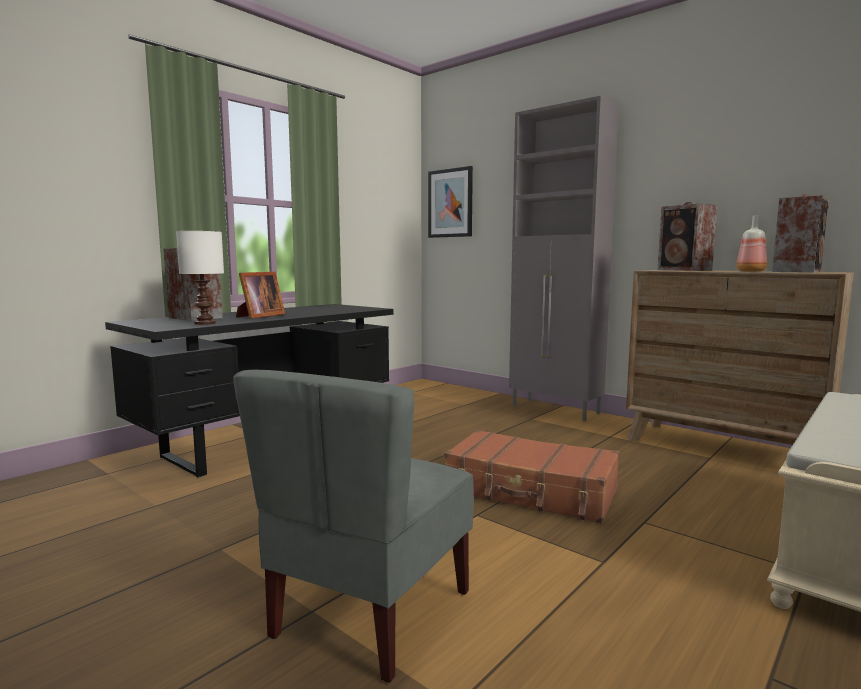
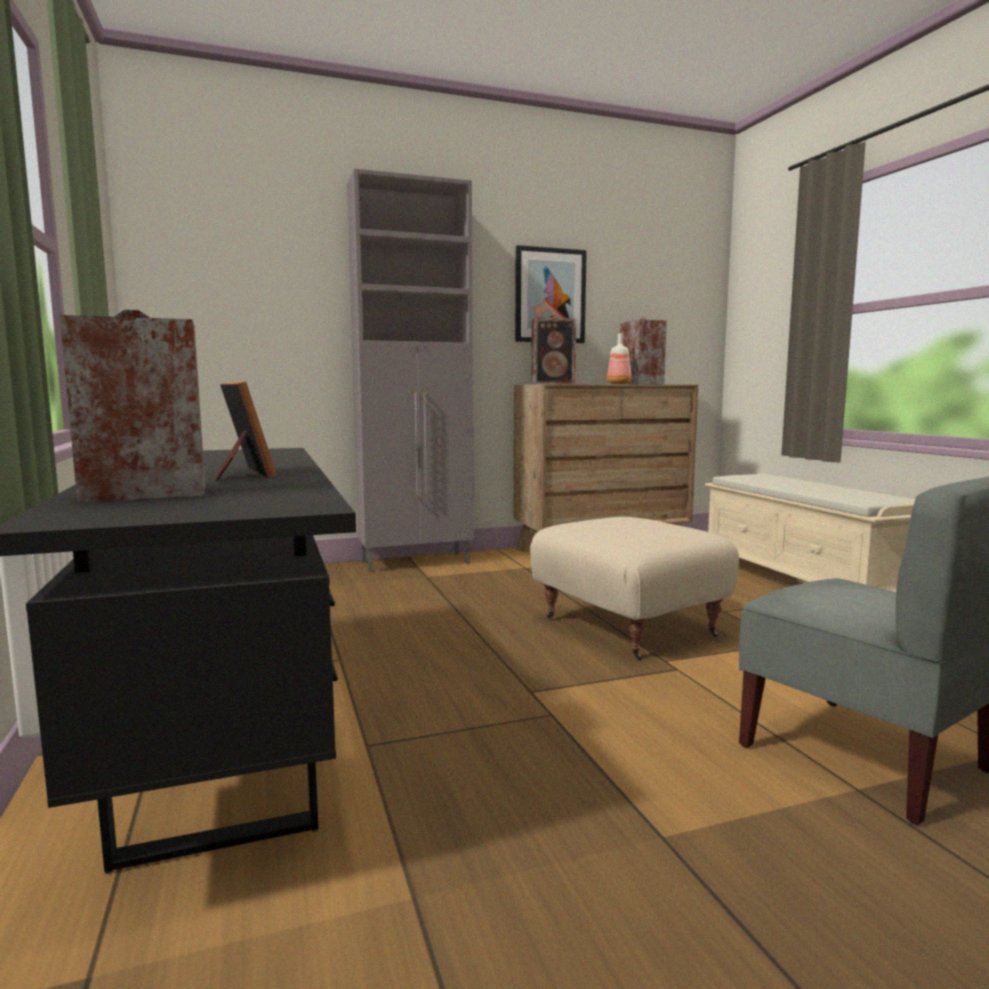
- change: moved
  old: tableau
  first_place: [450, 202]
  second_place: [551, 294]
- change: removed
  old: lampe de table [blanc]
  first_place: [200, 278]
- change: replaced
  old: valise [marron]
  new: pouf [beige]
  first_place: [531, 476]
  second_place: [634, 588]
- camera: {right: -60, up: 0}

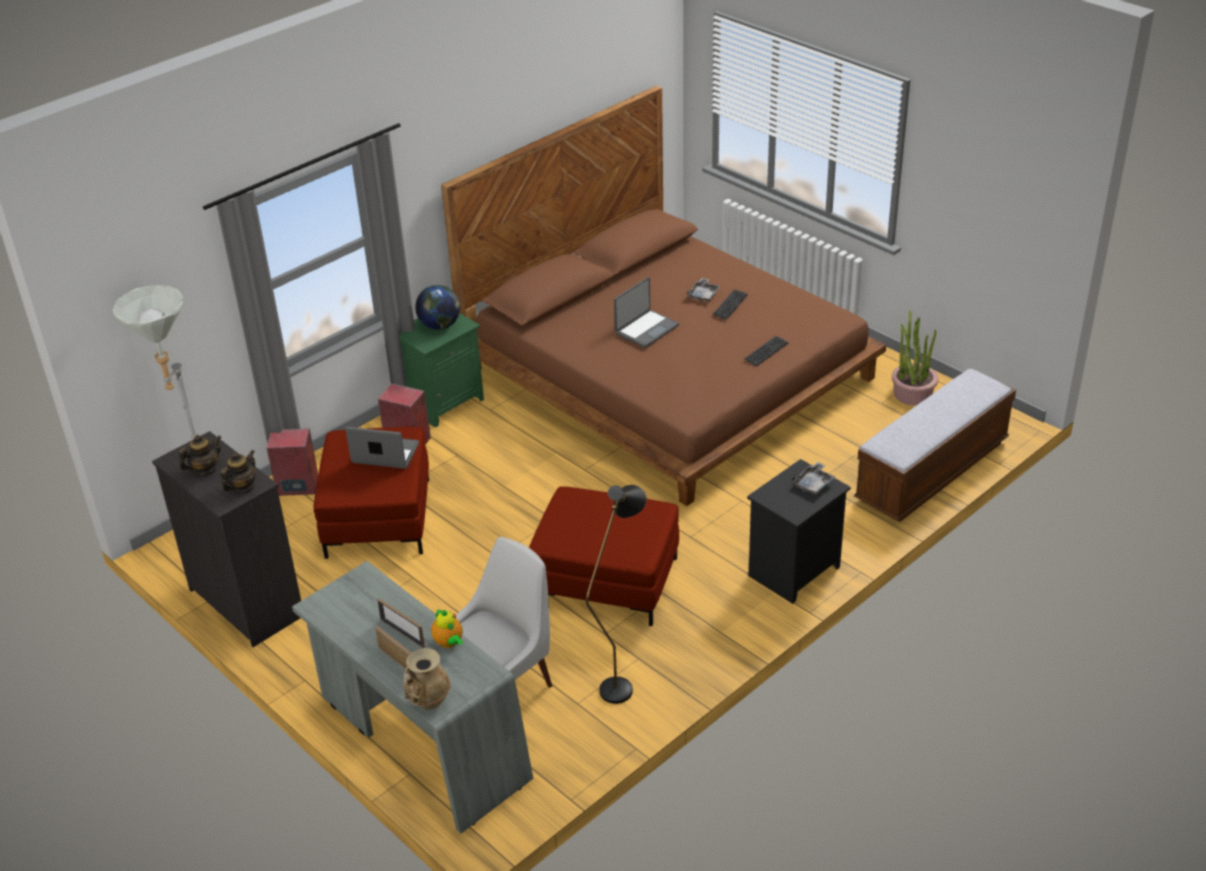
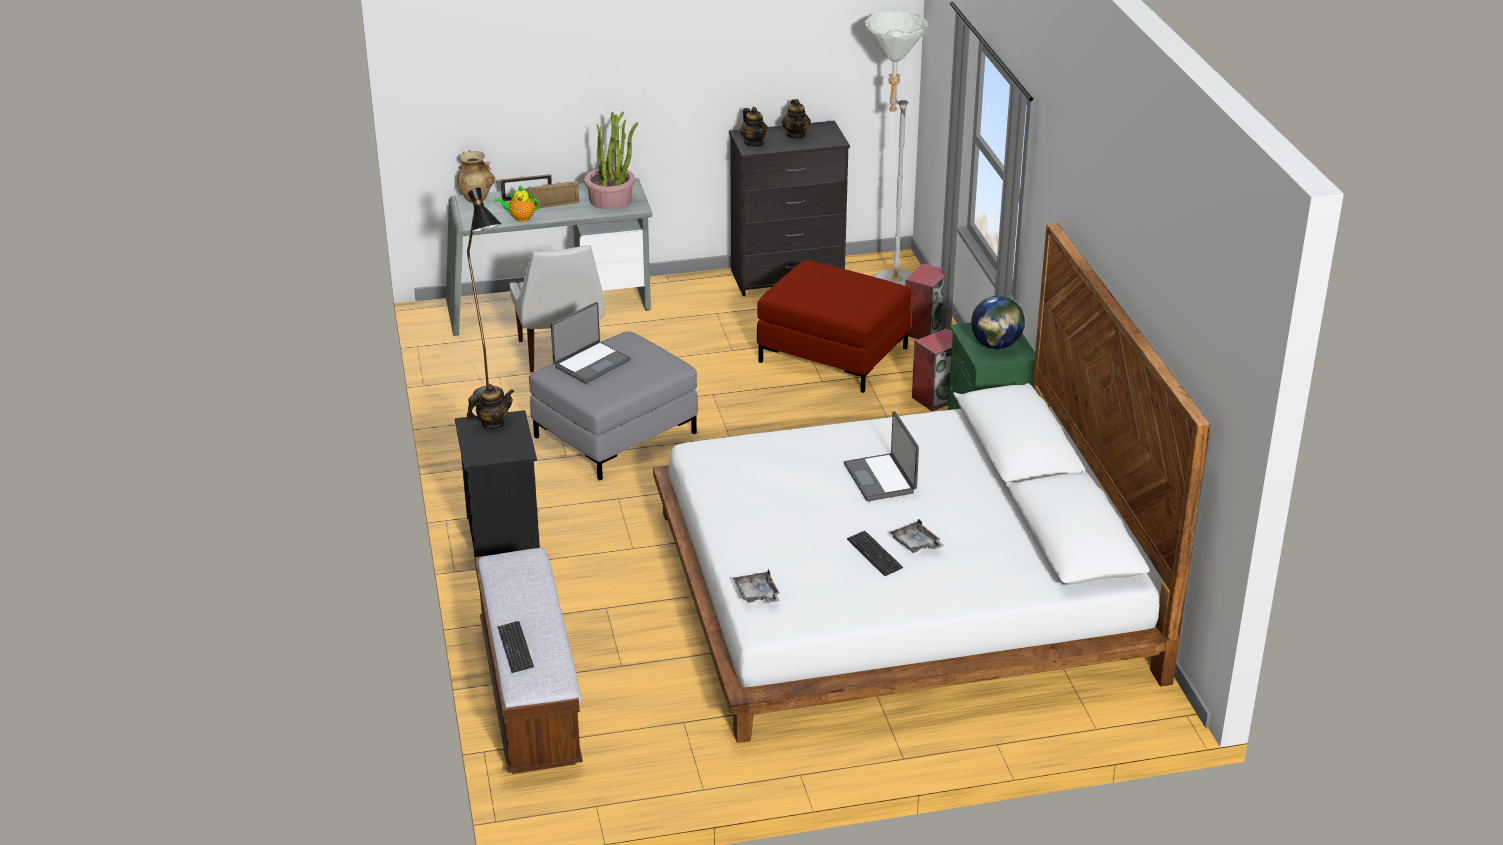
- change: recoloured
  old: lit [marron]
  new: lit [blanc]
  first_place: [663, 296]
  second_place: [931, 483]
- change: moved
  old: plante en pot
  first_place: [915, 357]
  second_place: [611, 160]
- change: moved
  old: clavier
  first_place: [766, 351]
  second_place: [516, 647]
- change: moved
  old: ordinateur portable
  first_place: [382, 448]
  second_place: [591, 343]
- change: moved
  old: plateau [gris]
  first_place: [813, 478]
  second_place: [756, 586]
- change: recoloured
  old: pouf [rouge]
  new: pouf [gris]
  first_place: [604, 556]
  second_place: [613, 405]
- change: added
  new: théière
  second_place: [490, 406]
- camera: {right: 120, up: -5}

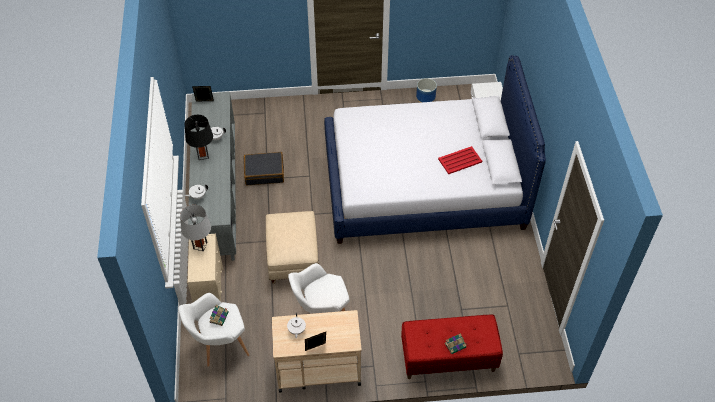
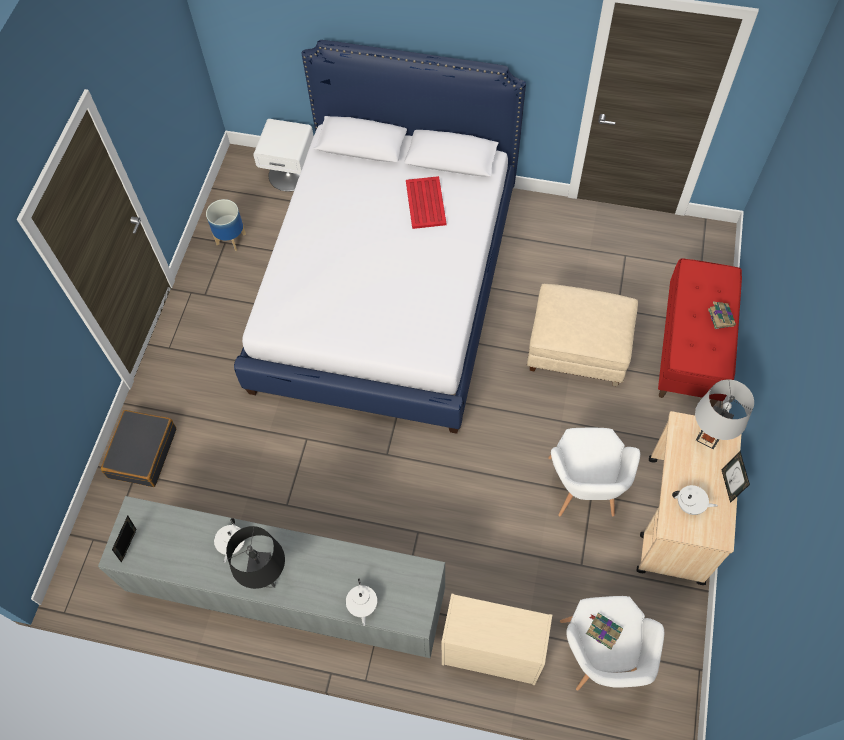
- change: moved
  old: valise [noir]
  first_place: [264, 168]
  second_place: [138, 448]
- change: moved
  old: lampe de table [gris]
  first_place: [195, 228]
  second_place: [724, 415]
- change: moved
  old: pouf [beige]
  first_place: [292, 247]
  second_place: [582, 335]
- camera: {right: -70, up: 10}

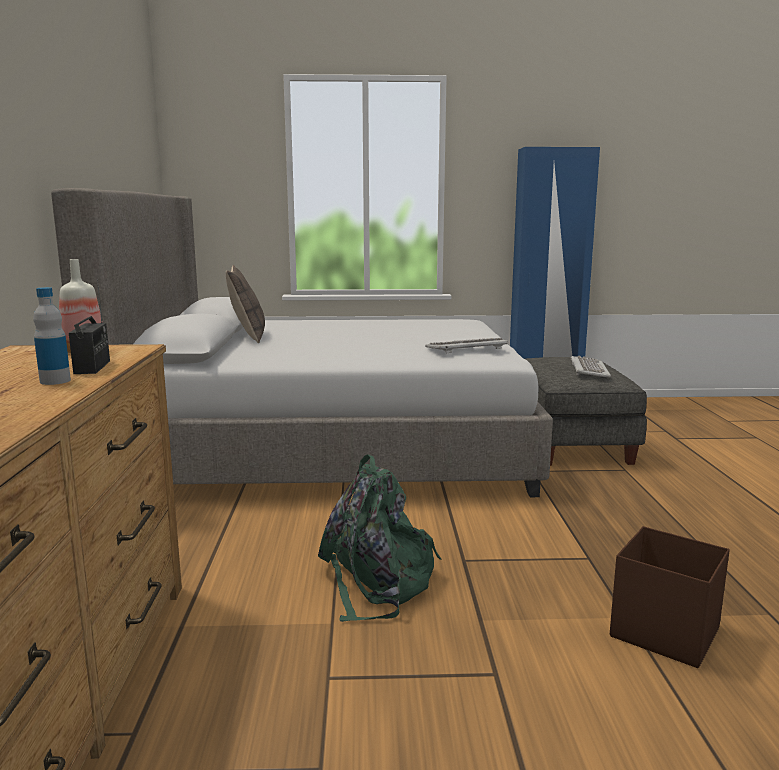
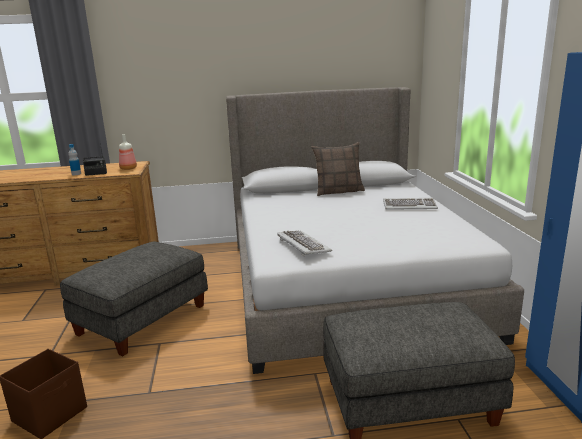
- change: moved
  old: clavier
  first_place: [591, 366]
  second_place: [410, 204]
- change: replaced
  old: sac à dos [vert]
  new: pouf [gris]
  first_place: [379, 538]
  second_place: [134, 299]
- camera: {right: 85, up: 5}

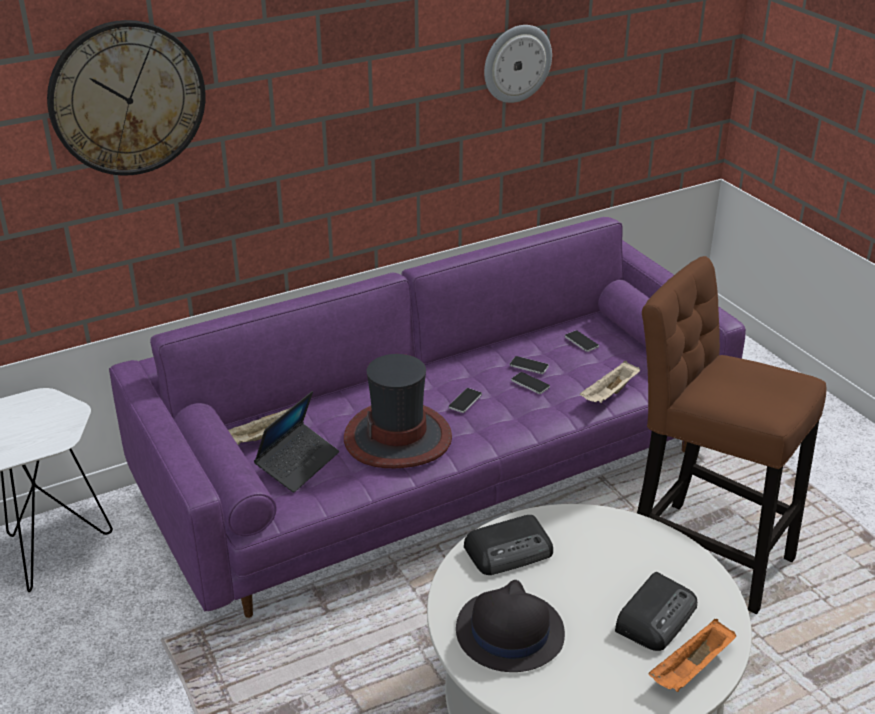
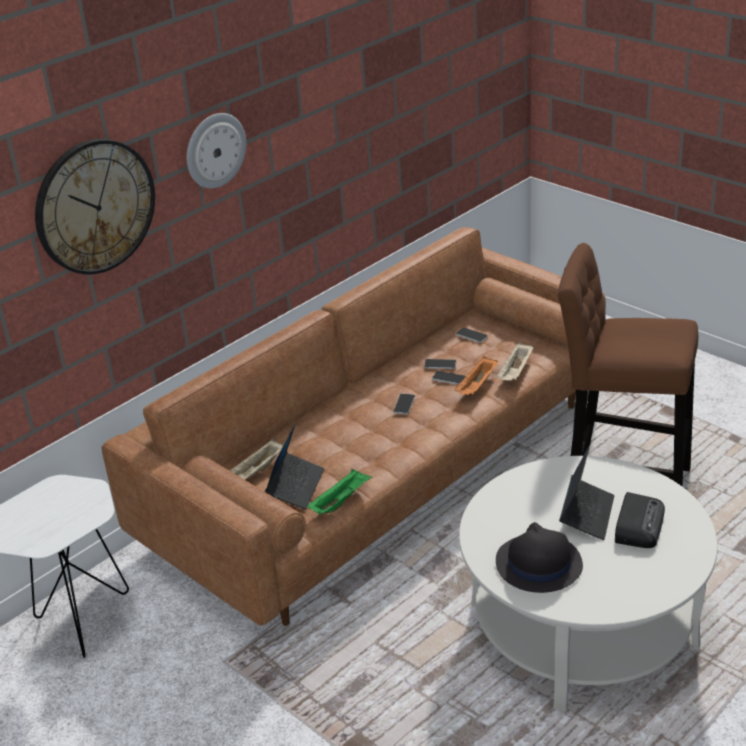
- change: moved
  old: horloge murale
  first_place: [518, 64]
  second_place: [216, 151]
- change: recoloured
  old: canapé [violet]
  new: canapé [marron]
  first_place: [427, 417]
  second_place: [353, 426]
- change: removed
  old: chapeau
  first_place: [398, 411]
- change: removed
  old: radio
  first_place: [508, 545]
- change: moved
  old: plateau [orange]
  first_place: [692, 655]
  second_place: [476, 375]
- change: added
  new: ordinateur portable
  second_place: [586, 492]
- change: added
  new: plateau [vert]
  second_place: [340, 492]
- camera: {right: -15, up: 0}

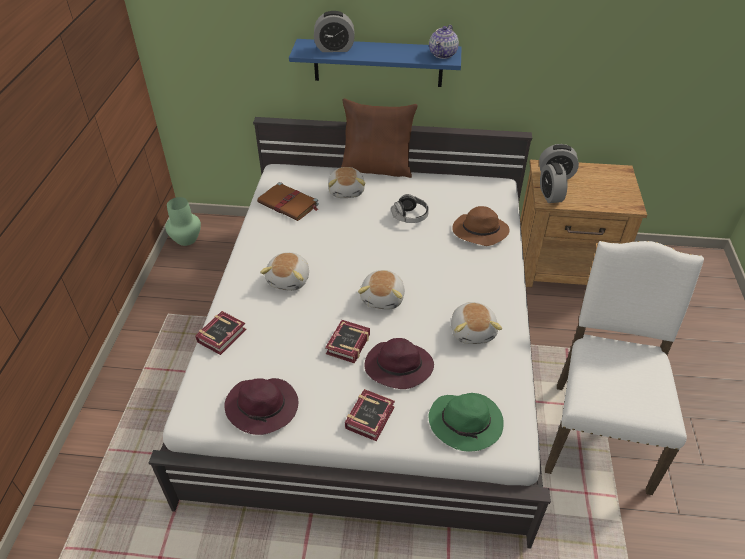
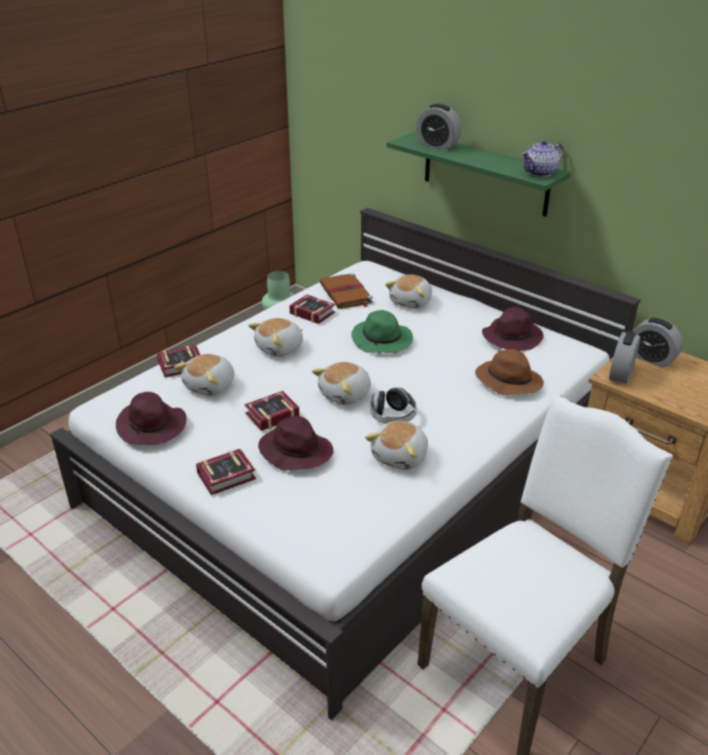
- change: recoloured
  old: étagère [bleu]
  new: étagère [vert]
  first_place: [375, 63]
  second_place: [479, 174]
- change: removed
  old: coussin [marron]
  first_place: [379, 138]
- change: moved
  old: casque audio
  first_place: [410, 208]
  second_place: [393, 405]
- change: moved
  old: chapeau [vert]
  first_place: [466, 422]
  second_place: [382, 331]
- change: added
  new: livre
  second_place: [312, 309]
- change: added
  new: chapeau [violet]
  second_place: [513, 328]
- change: added
  new: peluche
  second_place: [204, 375]
- camera: {right: 35, up: -10}

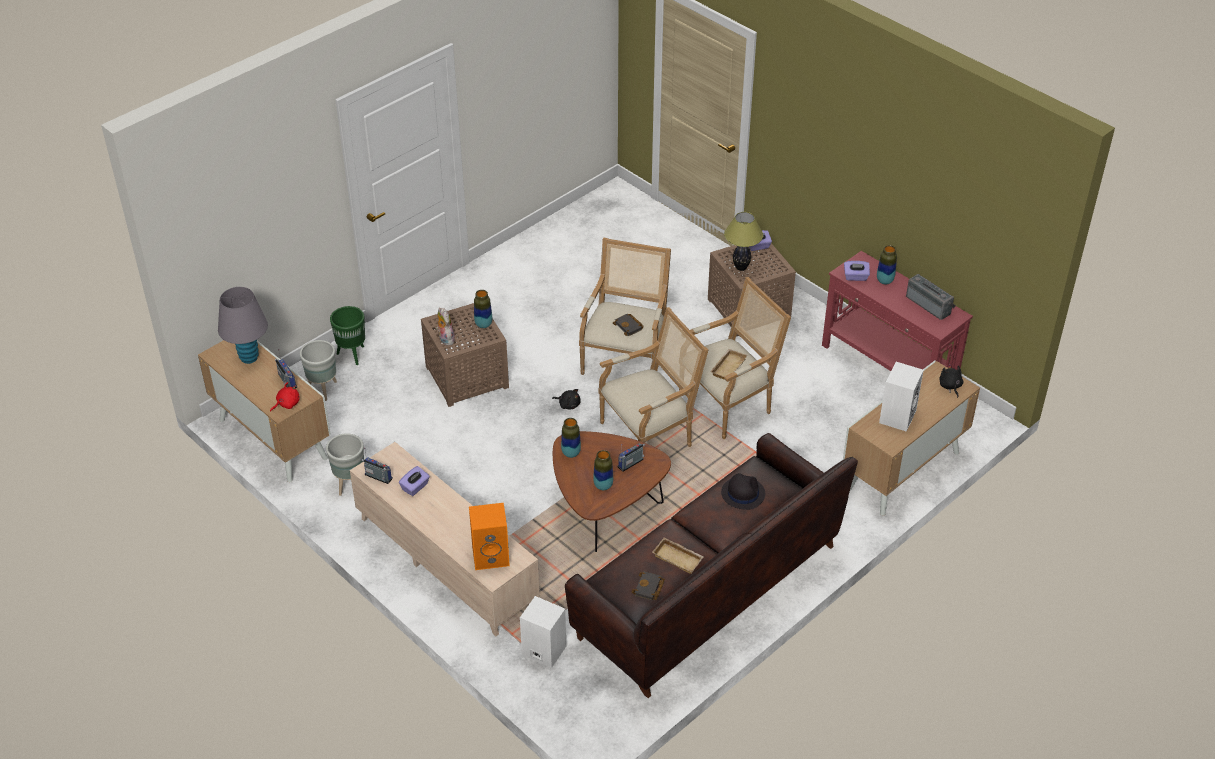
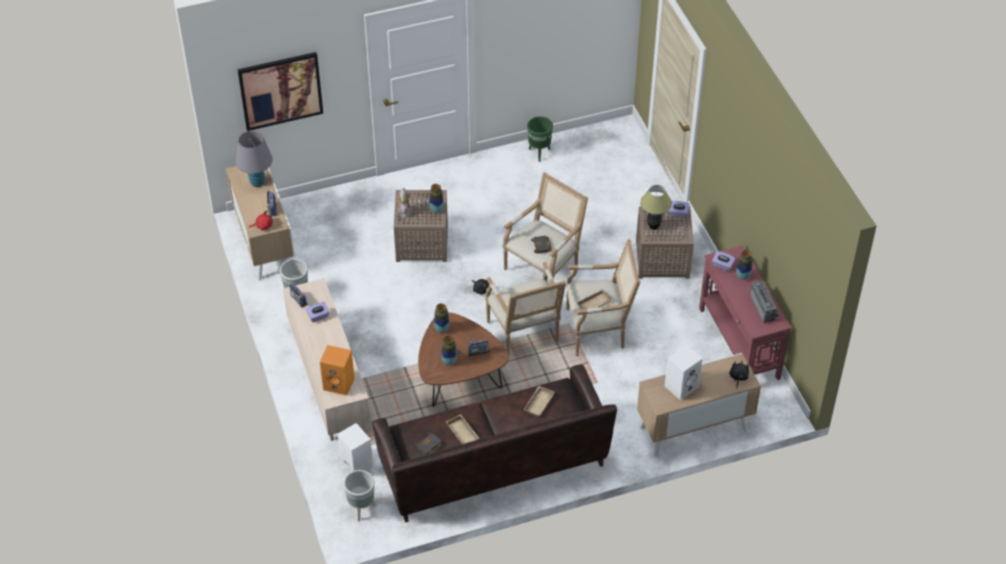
- change: moved
  old: cache-pot [vert]
  first_place: [347, 335]
  second_place: [540, 139]
- change: turned
  old: fauteuil
  first_place: [653, 377]
  second_place: [525, 308]
  degrees: 75
- change: moved
  old: cache-pot [gris]
  first_place: [318, 370]
  second_place: [359, 495]
- change: replaced
  old: chapeau [noir]
  new: plateau [beige]
  first_place: [743, 491]
  second_place: [539, 401]
- change: added
  new: tableau
  second_place: [280, 91]
- camera: {right: 25, up: 5}

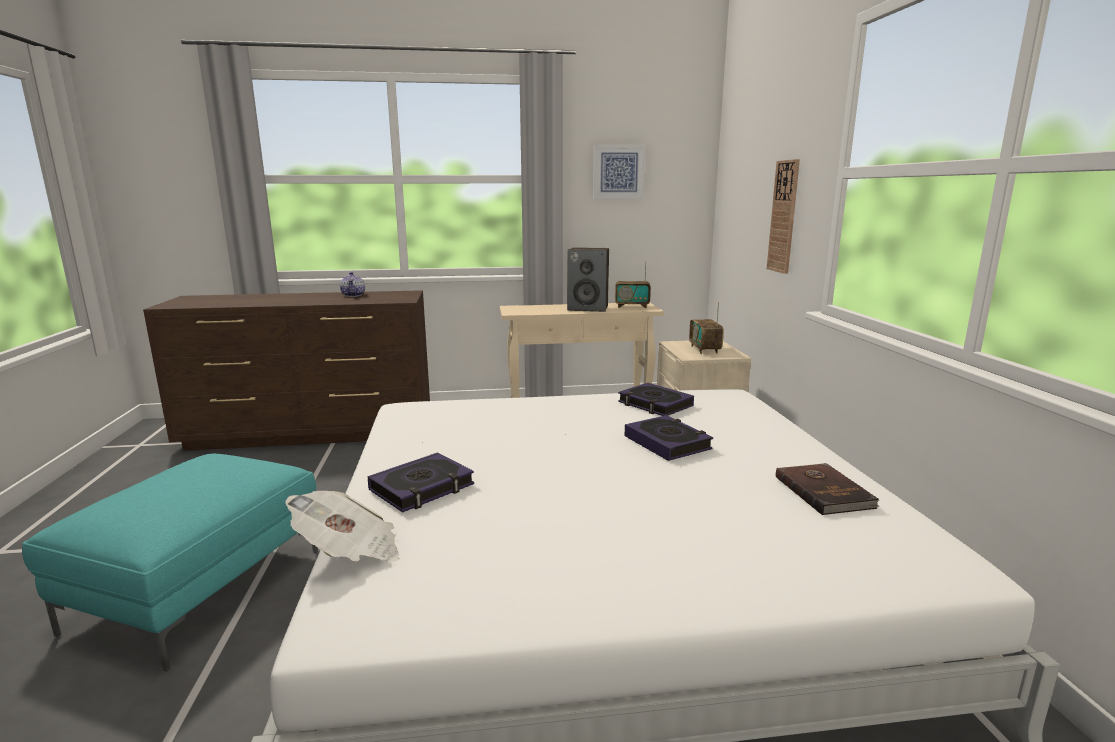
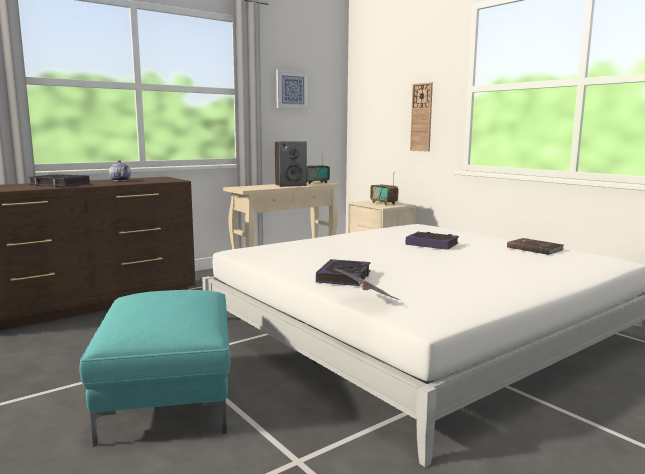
- change: moved
  old: livre
  first_place: [656, 399]
  second_place: [59, 180]
- camera: {right: -30, up: -5}

